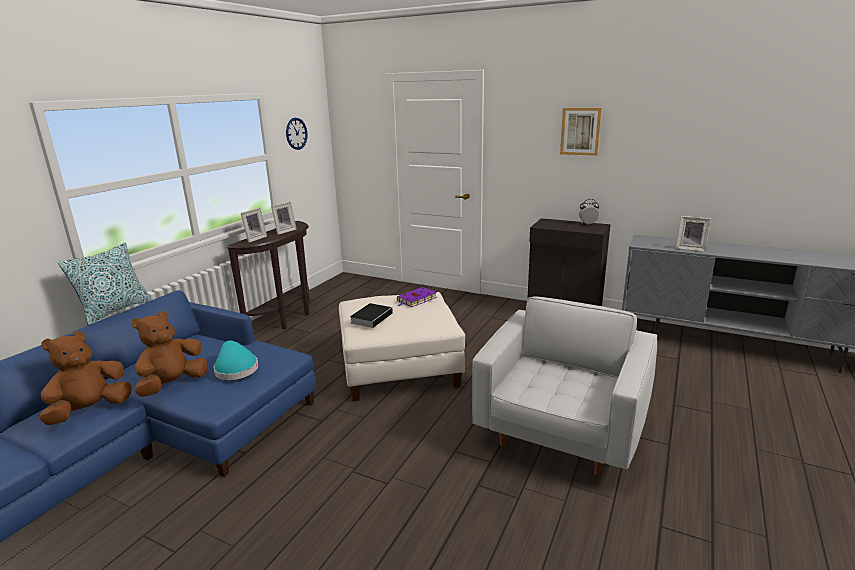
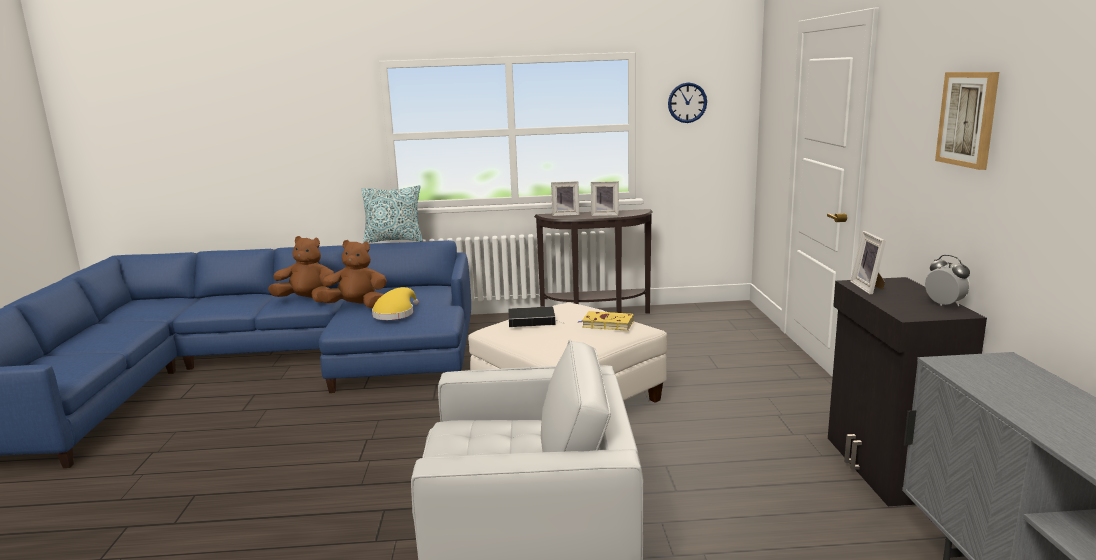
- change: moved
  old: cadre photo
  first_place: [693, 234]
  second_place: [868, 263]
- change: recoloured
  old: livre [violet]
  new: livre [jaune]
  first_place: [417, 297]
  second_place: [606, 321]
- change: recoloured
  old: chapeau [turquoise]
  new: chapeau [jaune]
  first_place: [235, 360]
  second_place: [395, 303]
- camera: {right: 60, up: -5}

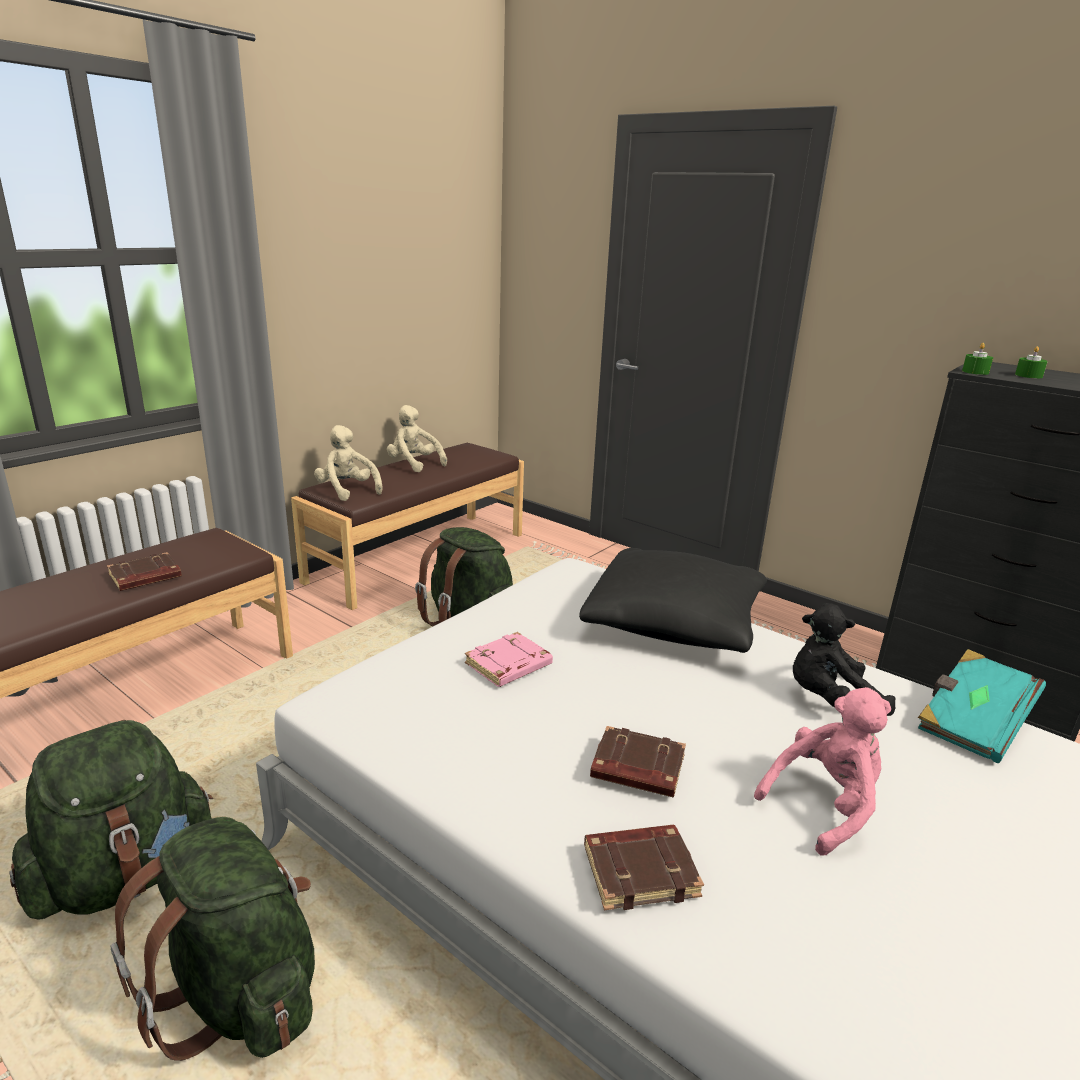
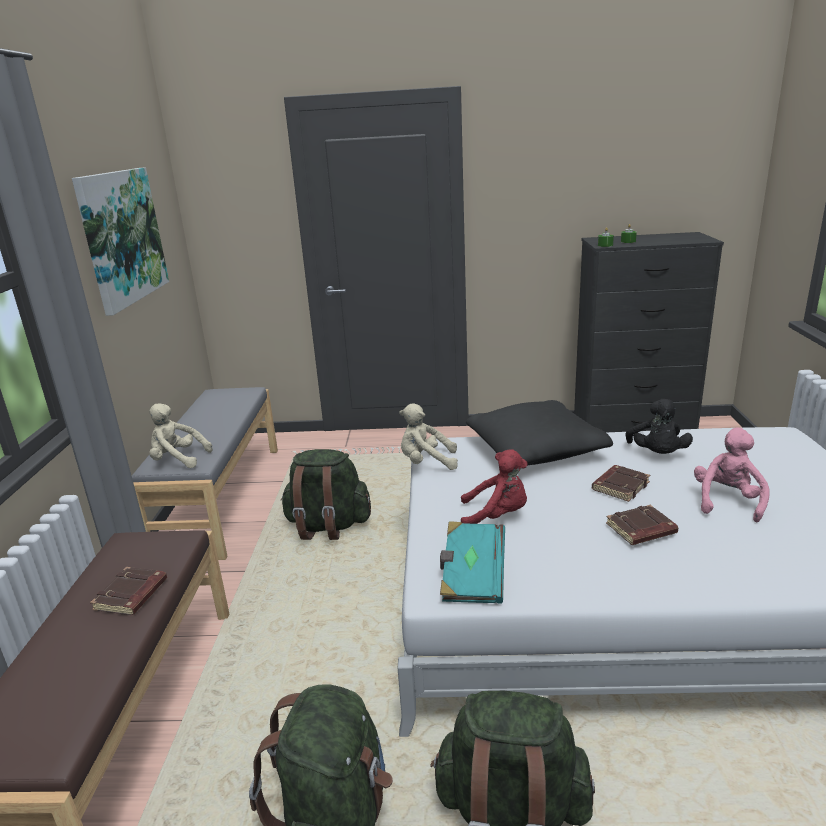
- change: moved
  old: peluche [beige]
  first_place: [417, 438]
  second_place: [428, 437]
- change: recoloured
  old: banc [marron]
  new: banc [gris]
  first_place: [407, 526]
  second_place: [205, 473]
- change: turned
  old: peluche [noir]
  first_place: [844, 659]
  second_place: [659, 426]
  degrees: -45
- change: replaced
  old: livre [rose]
  new: peluche [rouge]
  first_place: [509, 659]
  second_place: [494, 486]
- change: moved
  old: livre [turquoise]
  first_place: [982, 706]
  second_place: [472, 562]
- change: moved
  old: livre [marron]
  first_place: [644, 867]
  second_place: [621, 483]
- change: added
  new: tableau
  second_place: [120, 241]
- camera: {right: -35, up: 0}

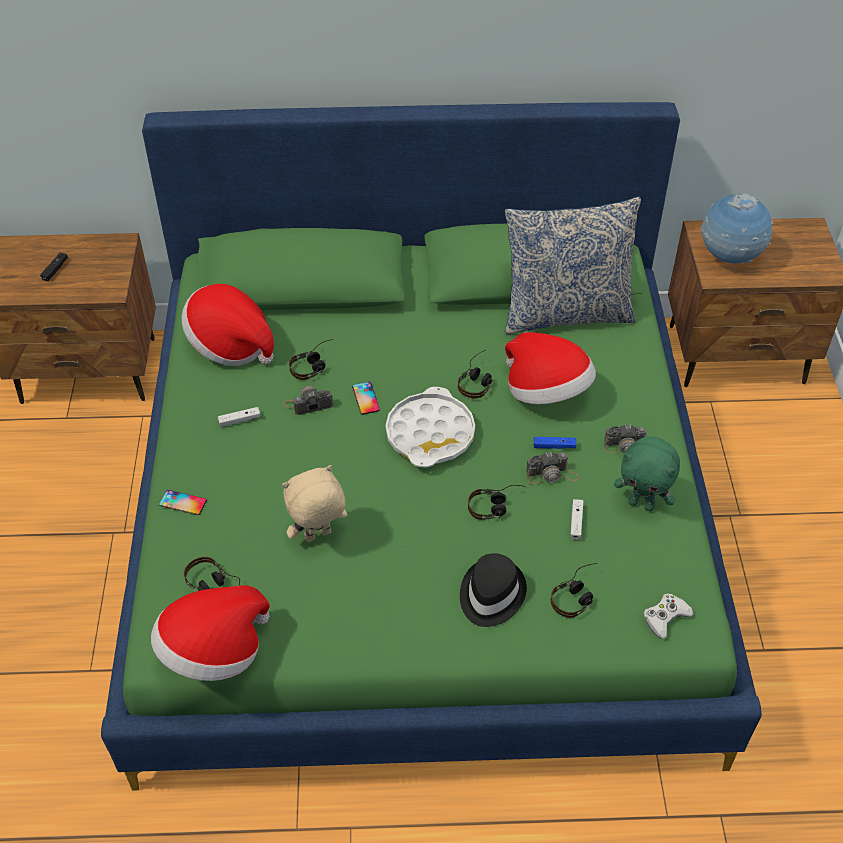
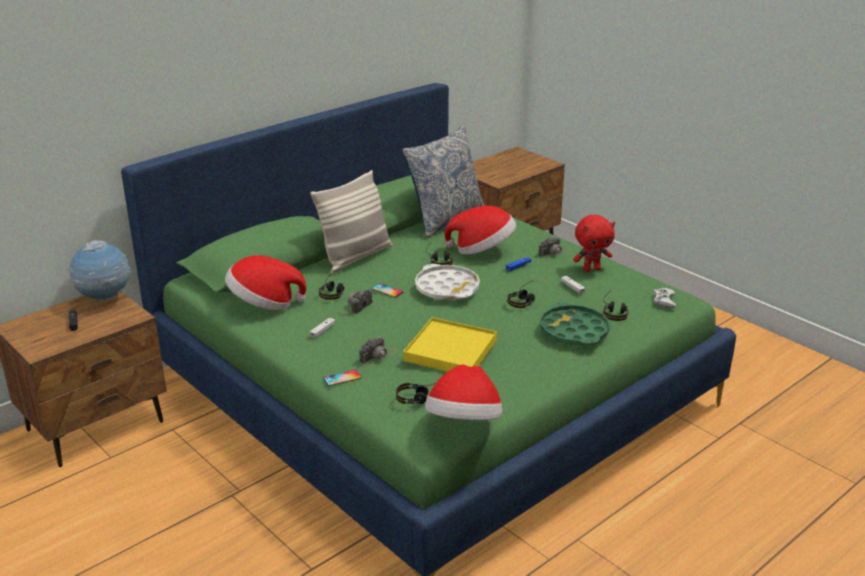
- change: moved
  old: globe
  first_place: [737, 229]
  second_place: [100, 271]
- change: recoloured
  old: peluche [vert]
  new: peluche [rouge]
  first_place: [647, 474]
  second_place: [594, 243]
- change: moved
  old: appareil photo
  first_place: [552, 468]
  second_place: [378, 351]
- change: replaced
  old: peluche [beige]
  new: plateau [jaune]
  first_place: [314, 503]
  second_place: [450, 344]
- change: replaced
  old: chapeau [noir]
  new: plateau [vert]
  first_place: [493, 590]
  second_place: [575, 323]
- change: added
  new: coussin
  second_place: [351, 222]
- camera: {right: -40, up: -20}

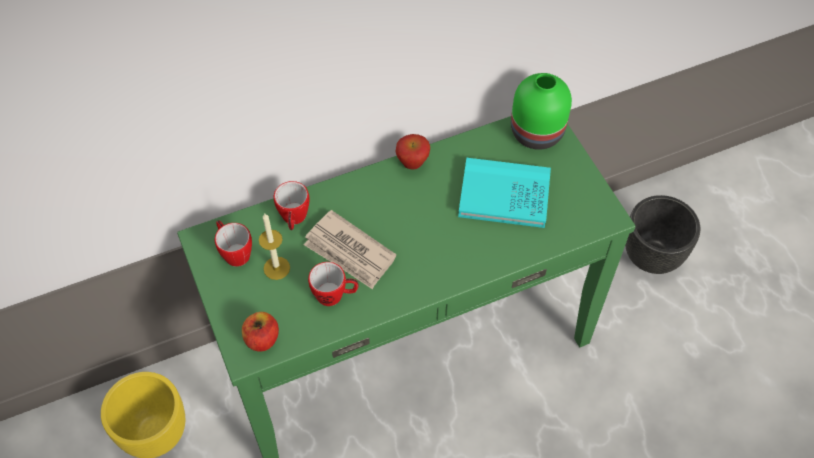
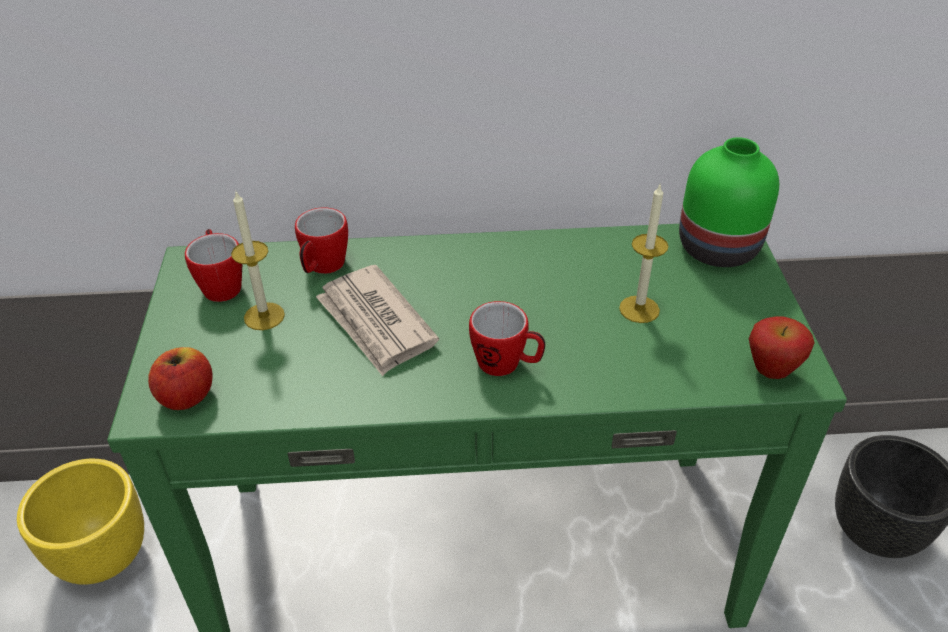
- change: moved
  old: pomme
  first_place: [412, 151]
  second_place: [782, 347]
- change: replaced
  old: livre [turquoise]
  new: bougie
  first_place: [504, 193]
  second_place: [643, 253]
- change: moved
  old: mug
  first_place: [333, 284]
  second_place: [507, 338]
- camera: {right: 20, up: -15}

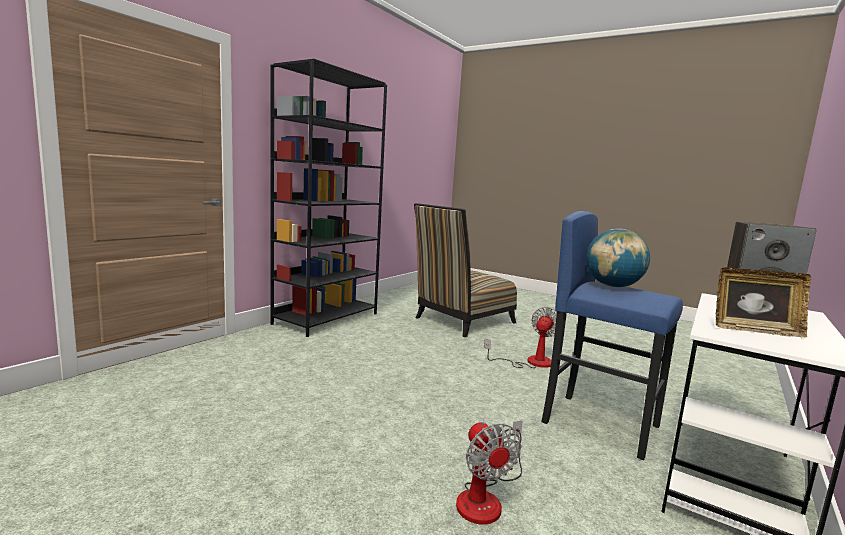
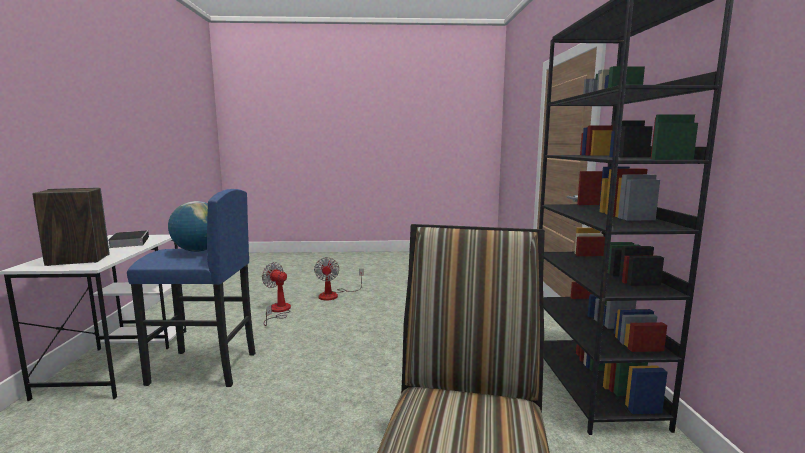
- change: replaced
  old: cadre photo
  new: livre
  first_place: [763, 302]
  second_place: [128, 239]
- change: moved
  old: ventilateur
  first_place: [520, 337]
  second_place: [339, 278]
- camera: {right: 145, up: 0}

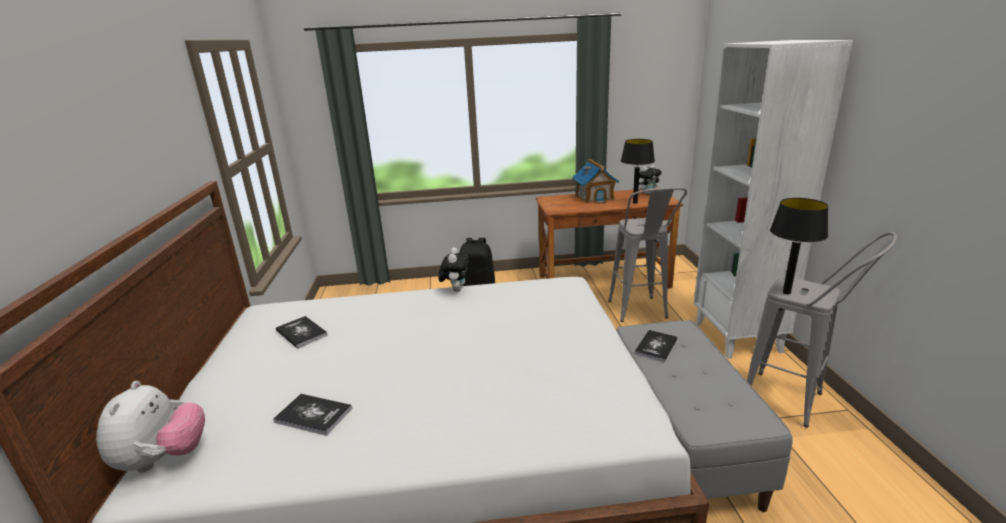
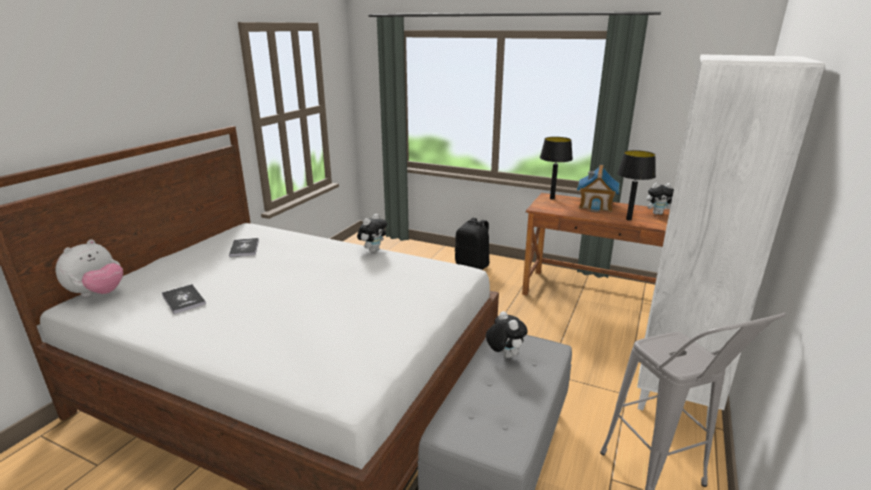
- change: removed
  old: tabouret [gris]
  first_place: [647, 254]
- change: moved
  old: lampe de table [noir]
  first_place: [799, 246]
  second_place: [556, 168]
- change: replaced
  old: livre
  new: peluche
  first_place: [655, 346]
  second_place: [507, 334]
- camera: {right: 30, up: 0}

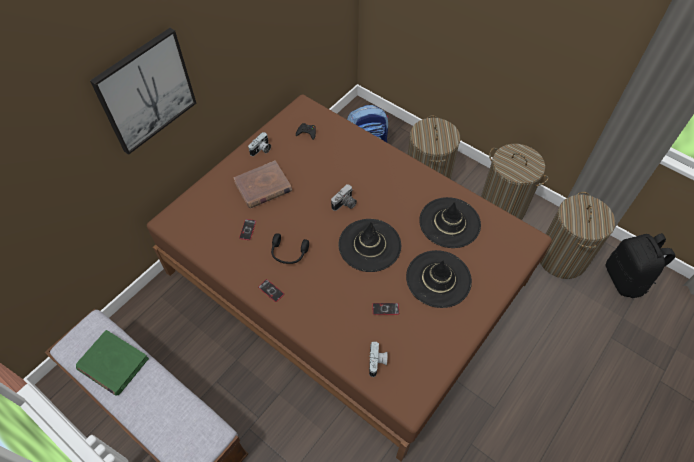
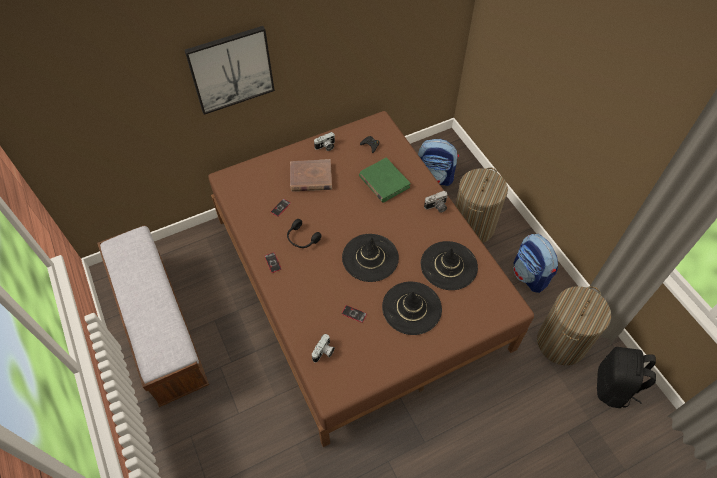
- change: replaced
  old: panier à linge
  new: sac à dos
  first_place: [514, 182]
  second_place: [535, 263]
- change: moved
  old: appareil photo
  first_place: [344, 197]
  second_place: [436, 202]
- change: moved
  old: livre [vert]
  first_place: [112, 363]
  second_place: [385, 180]
- camera: {right: 25, up: 0}

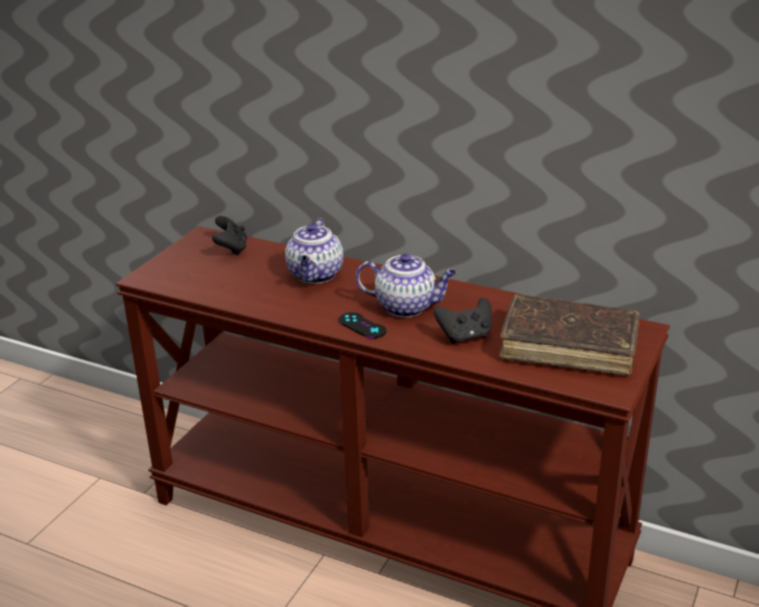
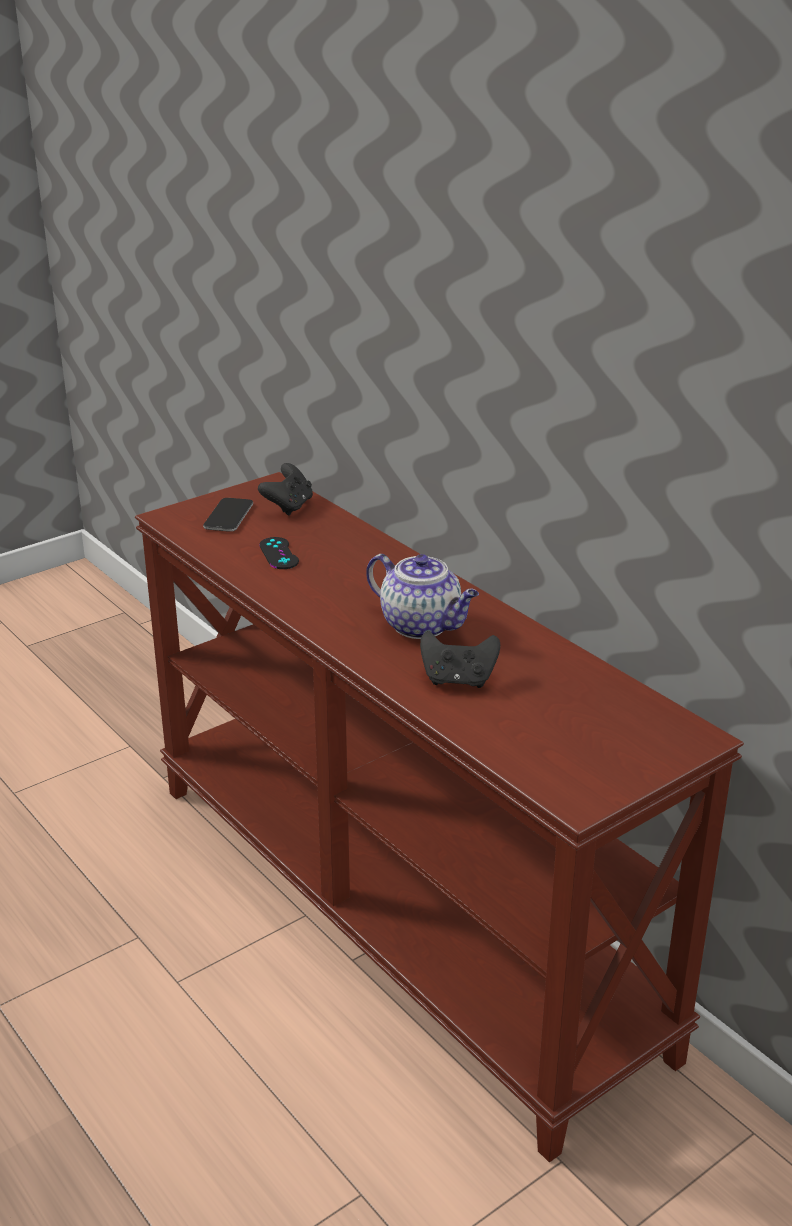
- change: removed
  old: théière
  first_place: [314, 251]
- change: removed
  old: livre [marron]
  first_place: [569, 335]
- change: moved
  old: manette [noir]
  first_place: [362, 325]
  second_place: [279, 553]
- change: added
  new: téléphone
  second_place: [228, 515]
- camera: {right: 25, up: 0}

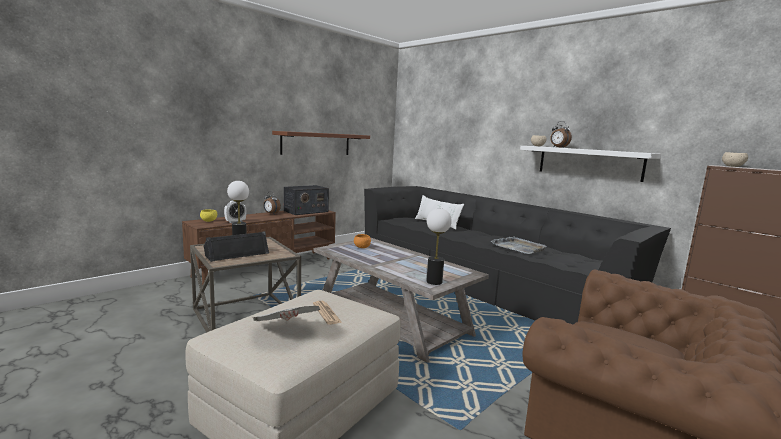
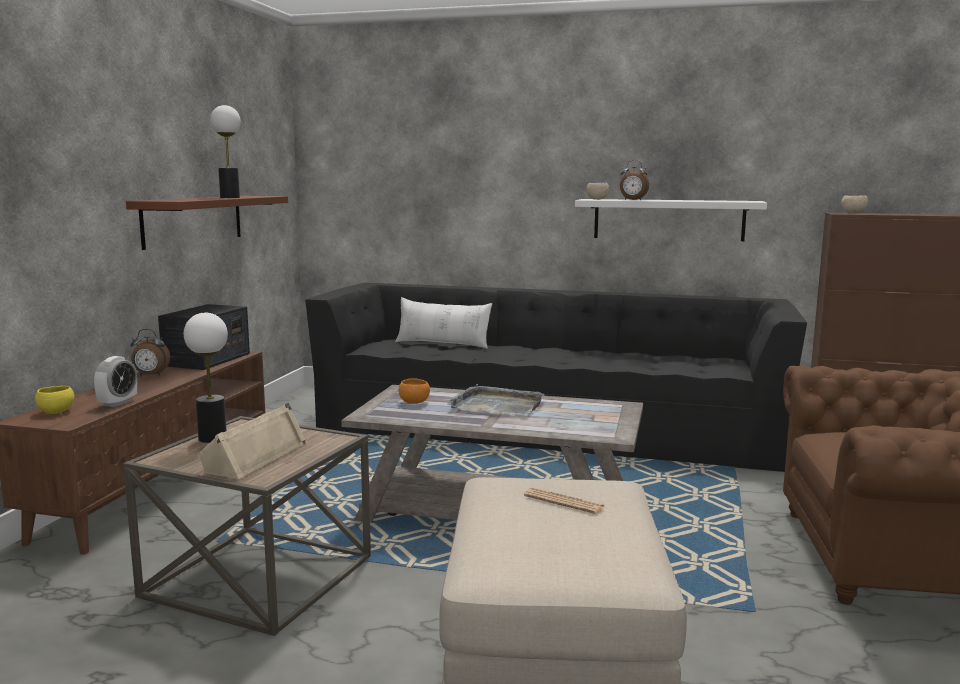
- change: moved
  old: lampe de table
  first_place: [439, 246]
  second_place: [225, 151]
- change: recoloured
  old: enceinte [noir]
  new: enceinte [beige]
  first_place: [236, 246]
  second_place: [252, 441]
- change: moved
  old: plateau [gris]
  first_place: [518, 245]
  second_place: [496, 400]
- change: removed
  old: journal
  first_place: [287, 313]
- camera: {right: -30, up: 0}

